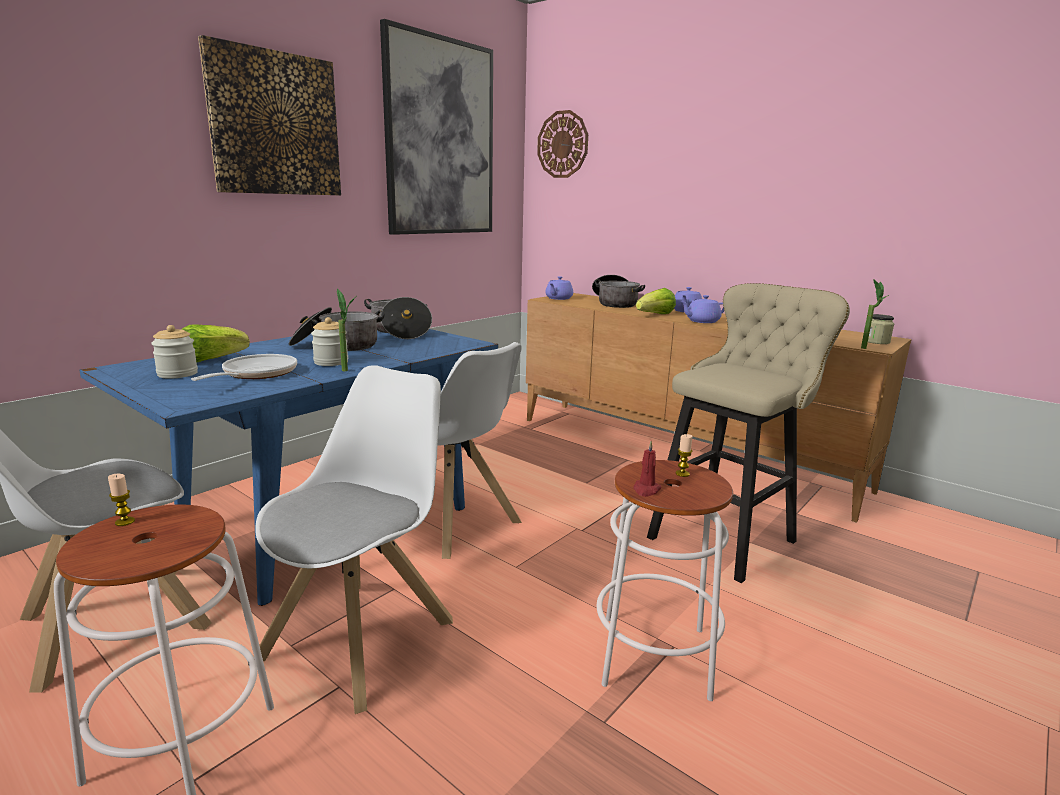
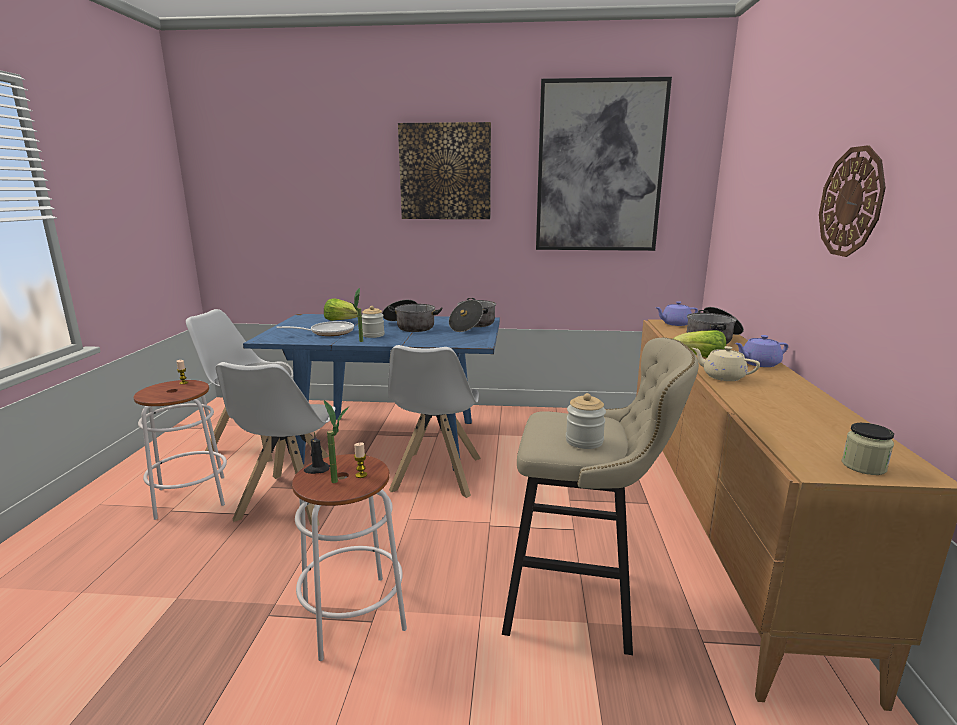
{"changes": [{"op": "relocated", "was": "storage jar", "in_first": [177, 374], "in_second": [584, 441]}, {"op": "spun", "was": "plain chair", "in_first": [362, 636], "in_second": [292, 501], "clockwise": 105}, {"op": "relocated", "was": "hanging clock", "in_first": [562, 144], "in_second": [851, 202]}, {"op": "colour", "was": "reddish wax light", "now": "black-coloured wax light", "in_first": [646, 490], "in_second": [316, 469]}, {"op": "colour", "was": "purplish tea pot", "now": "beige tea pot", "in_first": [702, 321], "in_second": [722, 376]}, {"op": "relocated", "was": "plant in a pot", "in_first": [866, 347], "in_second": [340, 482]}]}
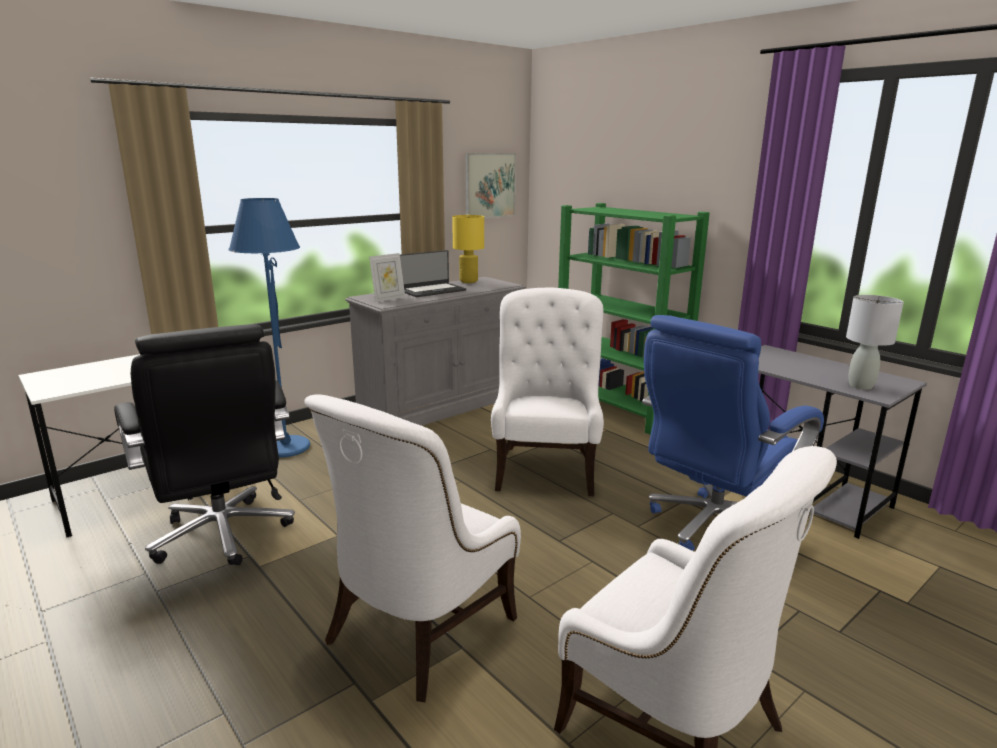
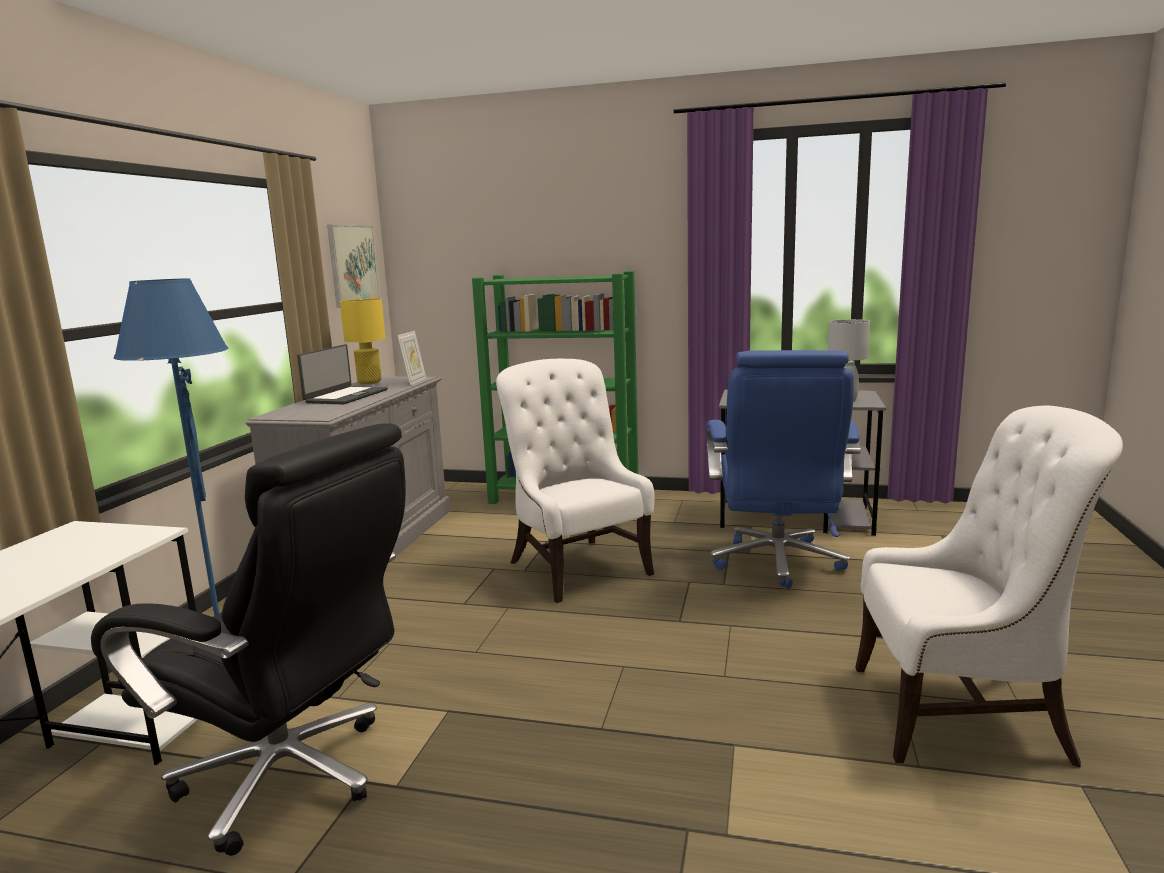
{"changes": [{"op": "missing", "was": "white plain chair", "in_first": [418, 630]}, {"op": "relocated", "was": "standing frame", "in_first": [388, 298], "in_second": [414, 382]}]}
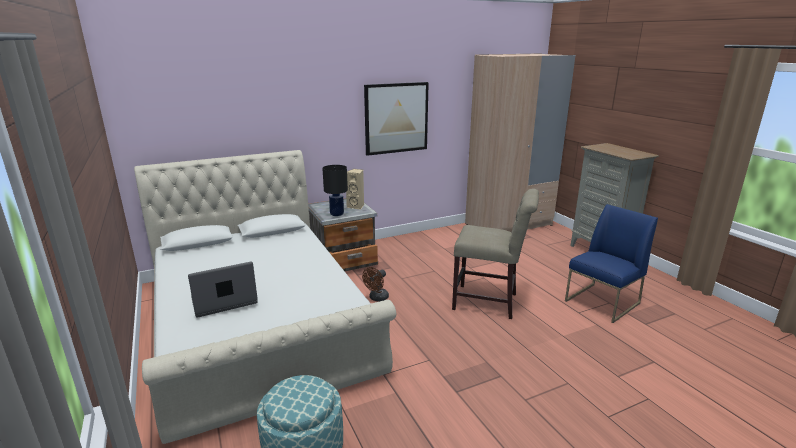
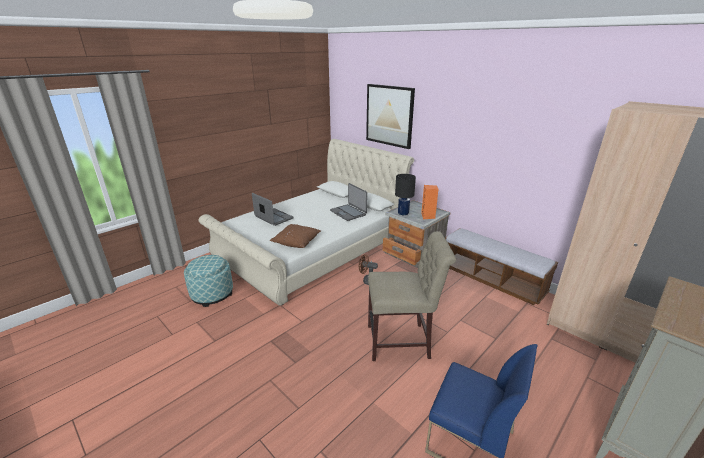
{"changes": [{"op": "colour", "was": "beige audio speaker", "now": "orange-coloured audio speaker", "in_first": [356, 206], "in_second": [428, 216]}, {"op": "relocated", "was": "wall picture", "in_first": [396, 118], "in_second": [389, 115]}, {"op": "spun", "was": "beige plain chair", "in_first": [489, 302], "in_second": [402, 342], "clockwise": -90}, {"op": "appeared", "now": "brown cushion", "in_second": [296, 241]}, {"op": "appeared", "now": "notebook computer", "in_second": [348, 213]}, {"op": "appeared", "now": "indoor bench", "in_second": [492, 279]}]}
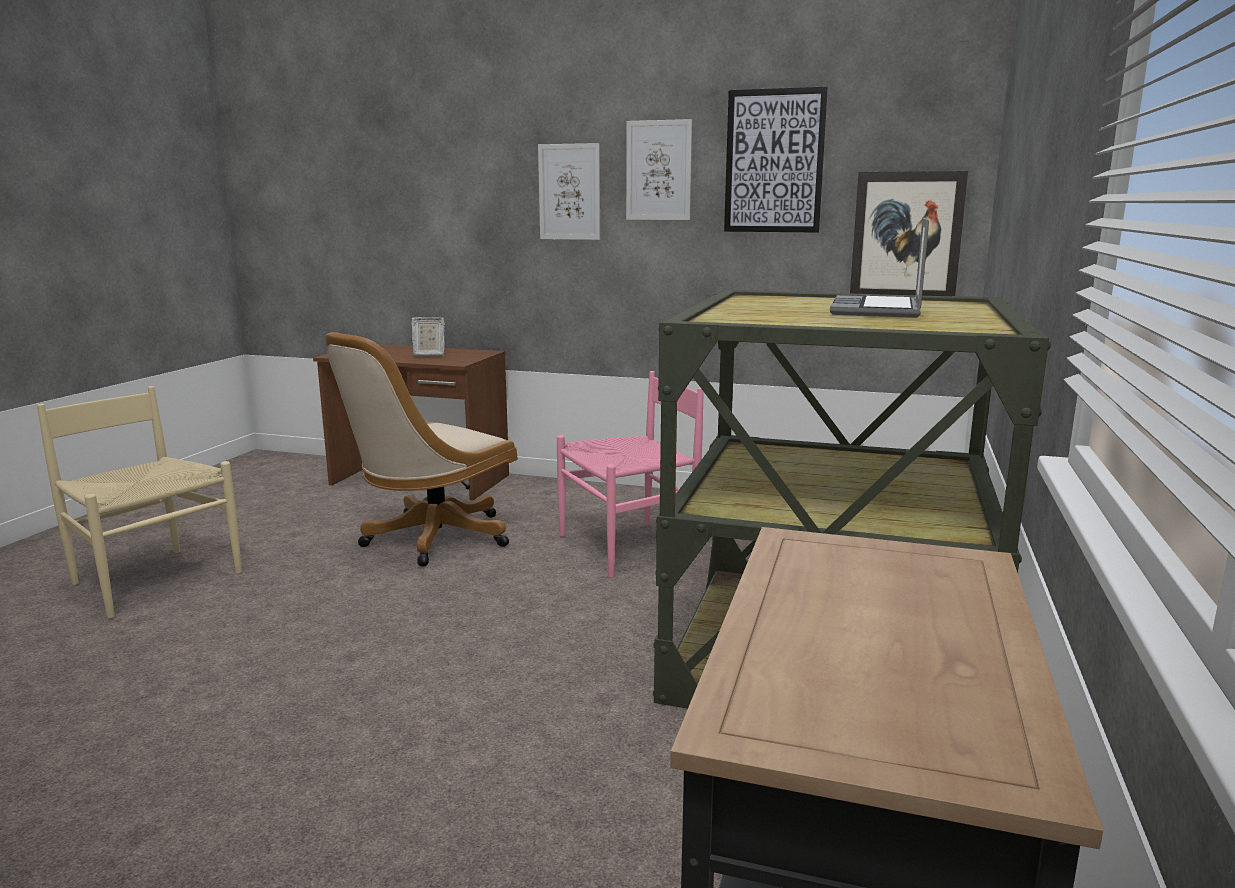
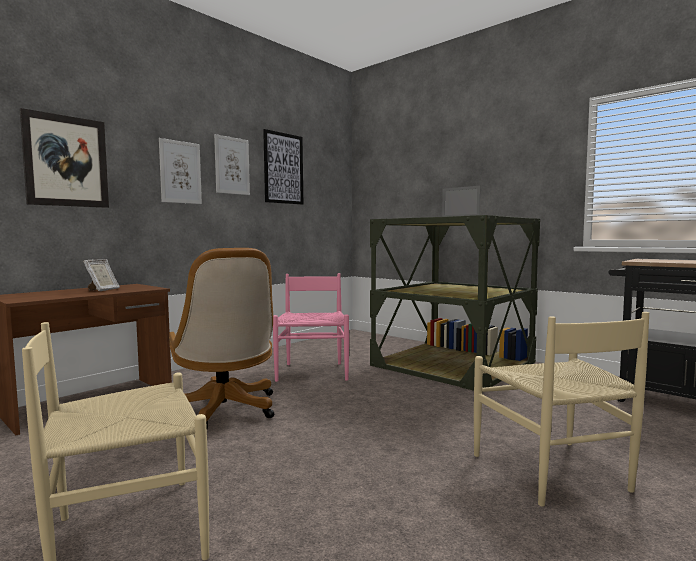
{"changes": [{"op": "relocated", "was": "wall picture", "in_first": [906, 236], "in_second": [66, 161]}, {"op": "appeared", "now": "beige plain chair", "in_second": [553, 473]}]}
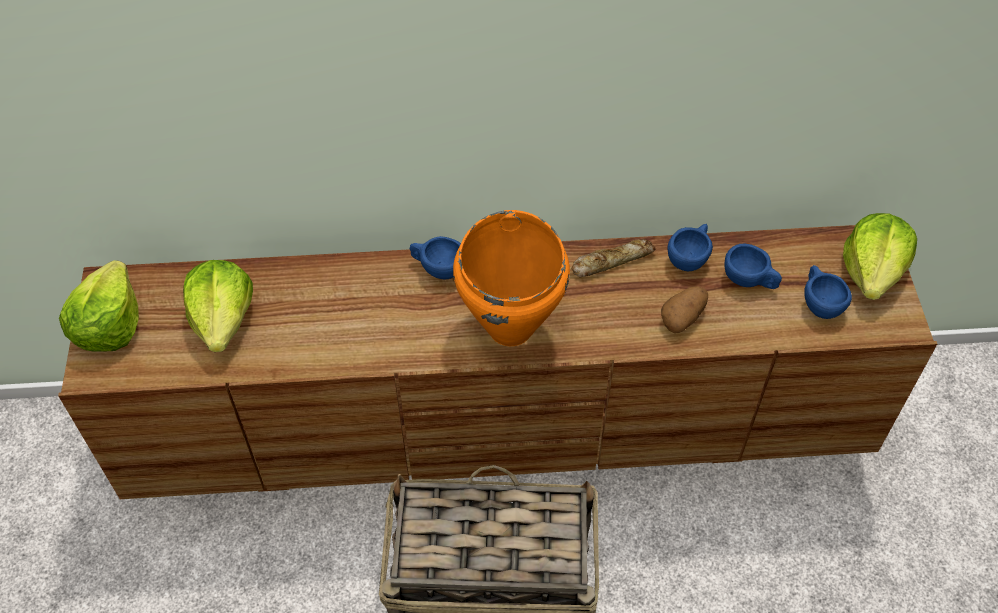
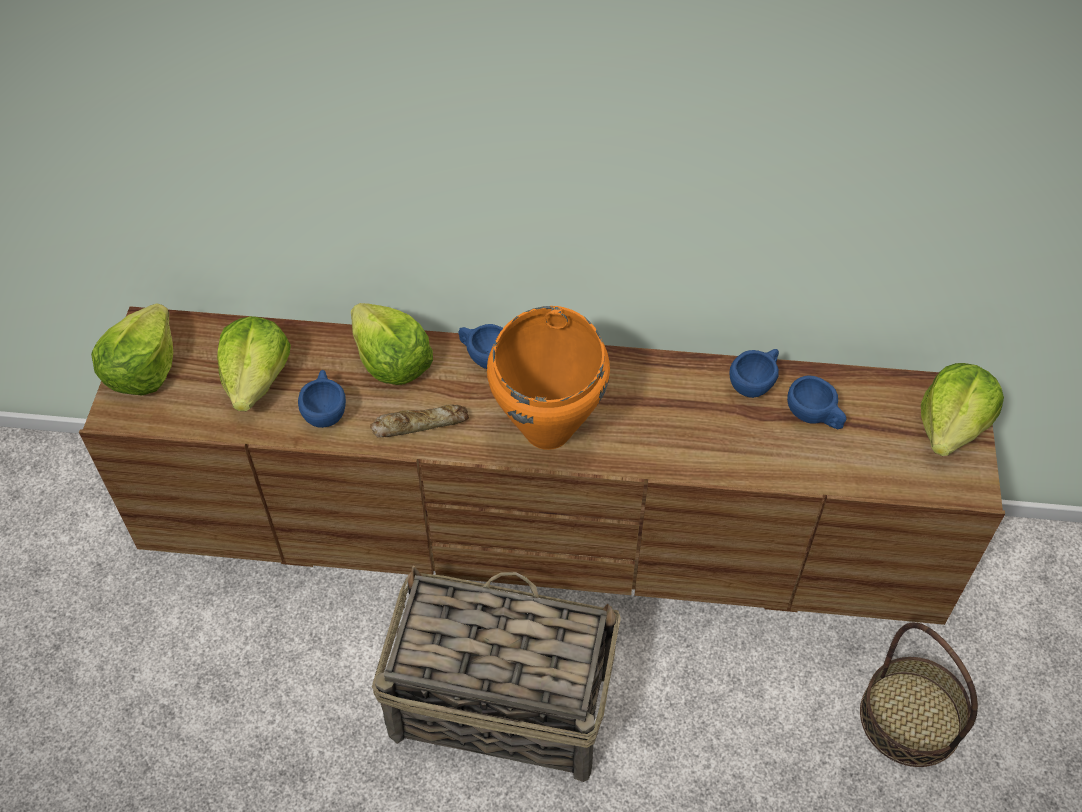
{"changes": [{"op": "relocated", "was": "bakery bread", "in_first": [611, 261], "in_second": [419, 424]}, {"op": "missing", "was": "spud", "in_first": [683, 317]}, {"op": "relocated", "was": "blue small cup", "in_first": [819, 302], "in_second": [325, 410]}, {"op": "appeared", "now": "head of lettuce", "in_second": [391, 361]}, {"op": "appeared", "now": "basket", "in_second": [911, 718]}]}
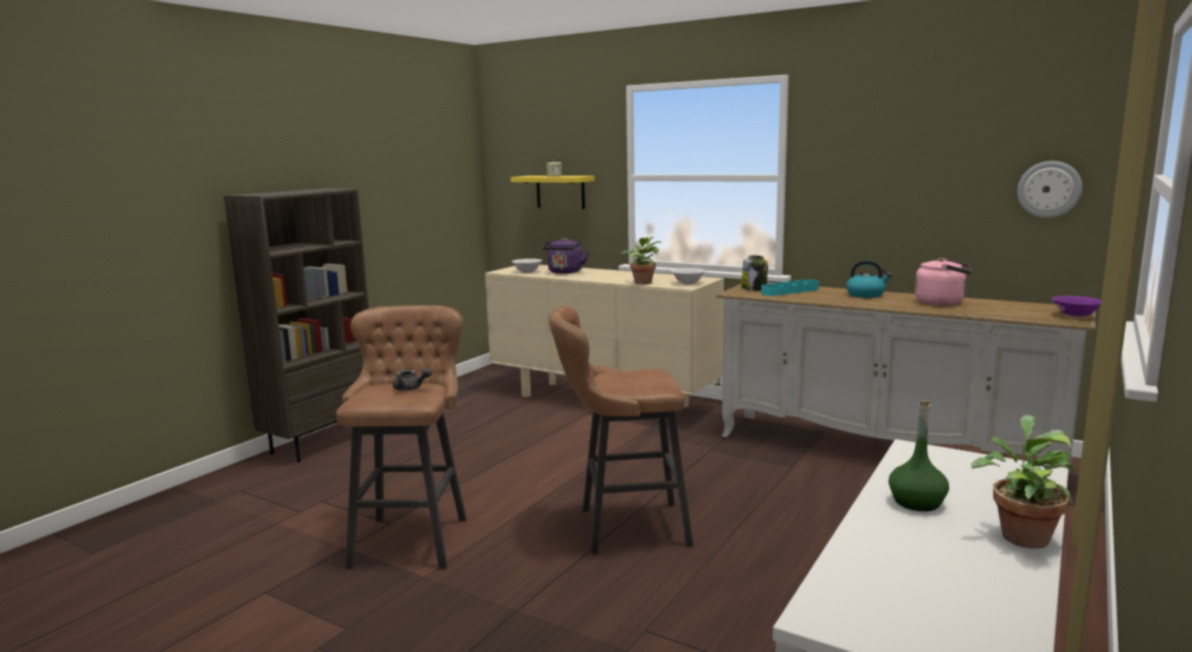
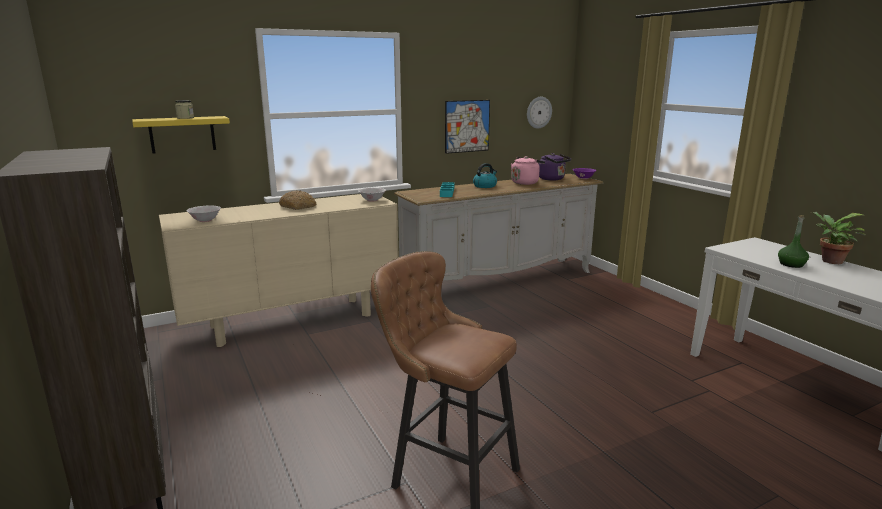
{"changes": [{"op": "missing", "was": "grey tea pot", "in_first": [411, 388]}, {"op": "relocated", "was": "purplish water kettle", "in_first": [565, 272], "in_second": [553, 179]}, {"op": "missing", "was": "brown stool", "in_first": [619, 528]}, {"op": "missing", "was": "plant in a pot", "in_first": [643, 282]}, {"op": "missing", "was": "storage jar", "in_first": [754, 288]}, {"op": "appeared", "now": "bakery bread", "in_second": [298, 206]}, {"op": "appeared", "now": "wall picture", "in_second": [467, 126]}]}
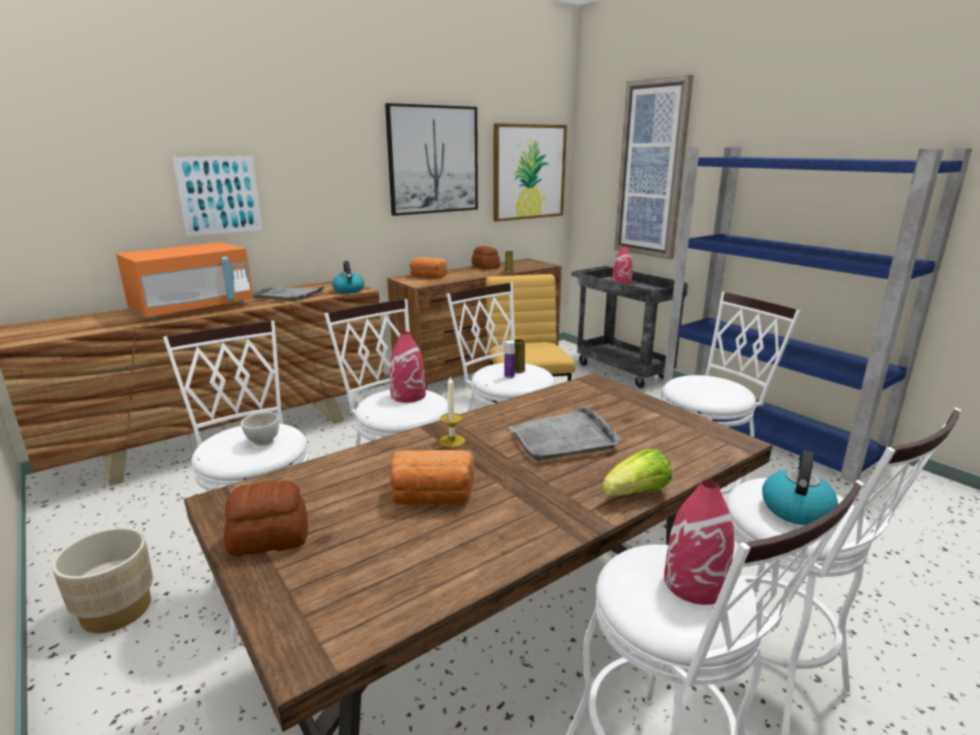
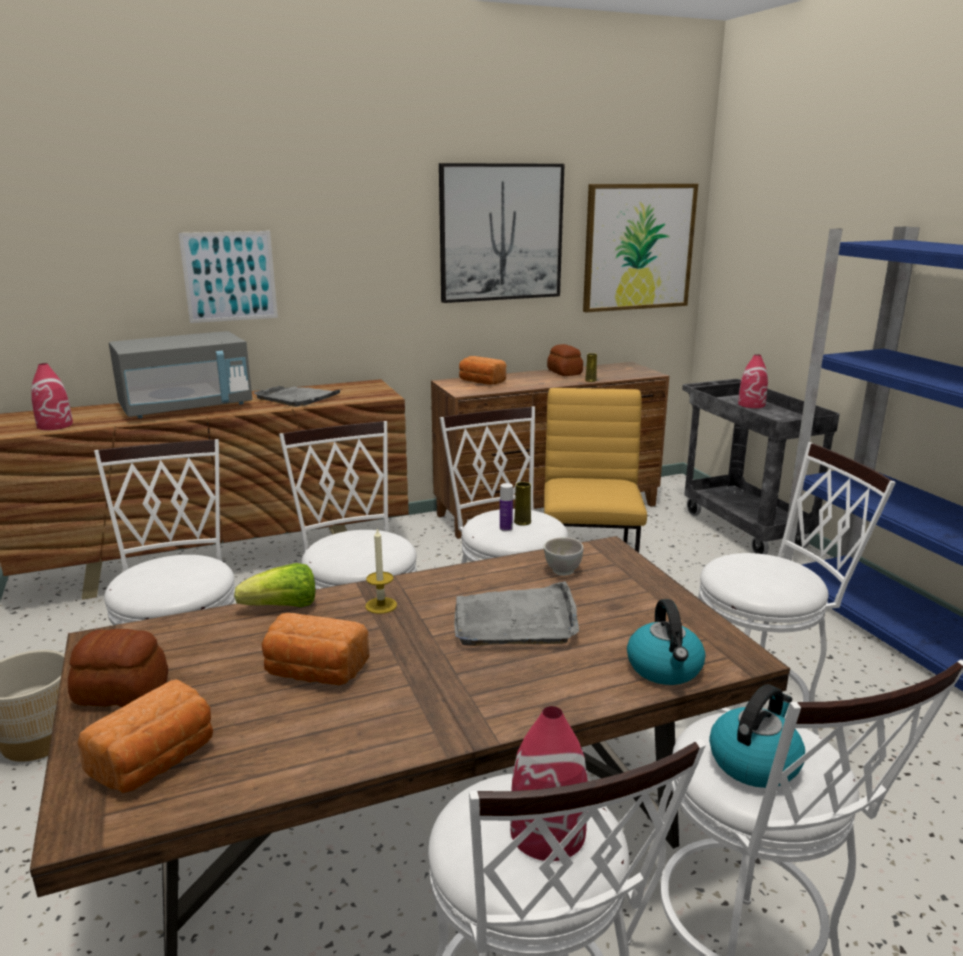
{"changes": [{"op": "colour", "was": "orange-coloured microwave", "now": "grey microwave", "in_first": [194, 309], "in_second": [187, 408]}, {"op": "relocated", "was": "white deep dish", "in_first": [263, 442], "in_second": [562, 571]}, {"op": "relocated", "was": "water kettle", "in_first": [349, 290], "in_second": [665, 668]}, {"op": "relocated", "was": "reddish vase", "in_first": [408, 395], "in_second": [55, 425]}, {"op": "relocated", "was": "head of lettuce", "in_first": [637, 493], "in_second": [282, 607]}, {"op": "missing", "was": "wall picture", "in_first": [651, 170]}, {"op": "appeared", "now": "bakery bread", "in_second": [157, 761]}]}
